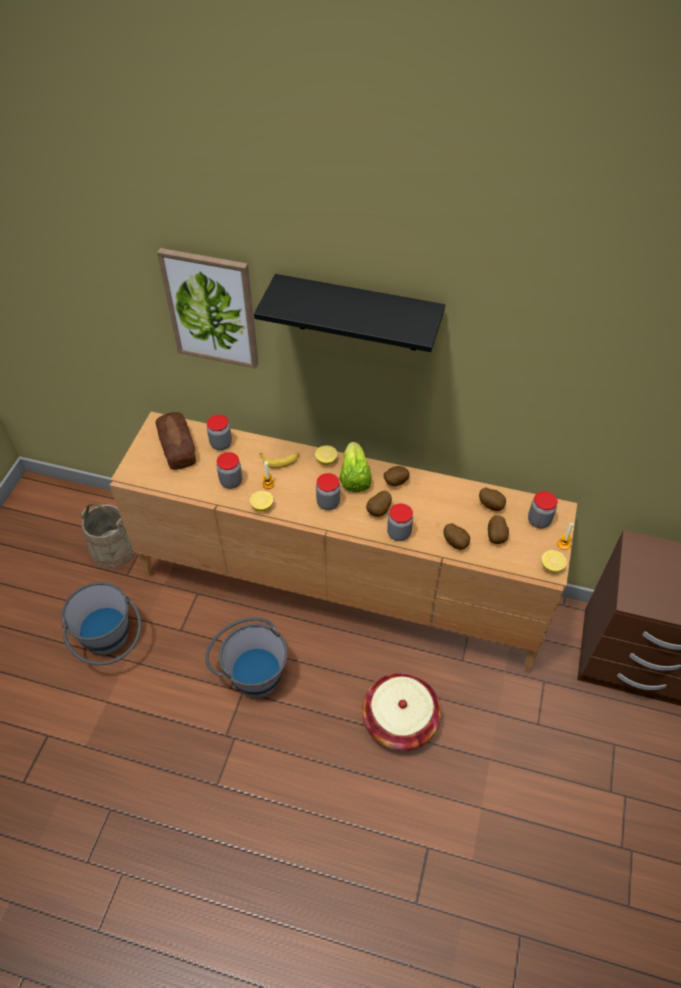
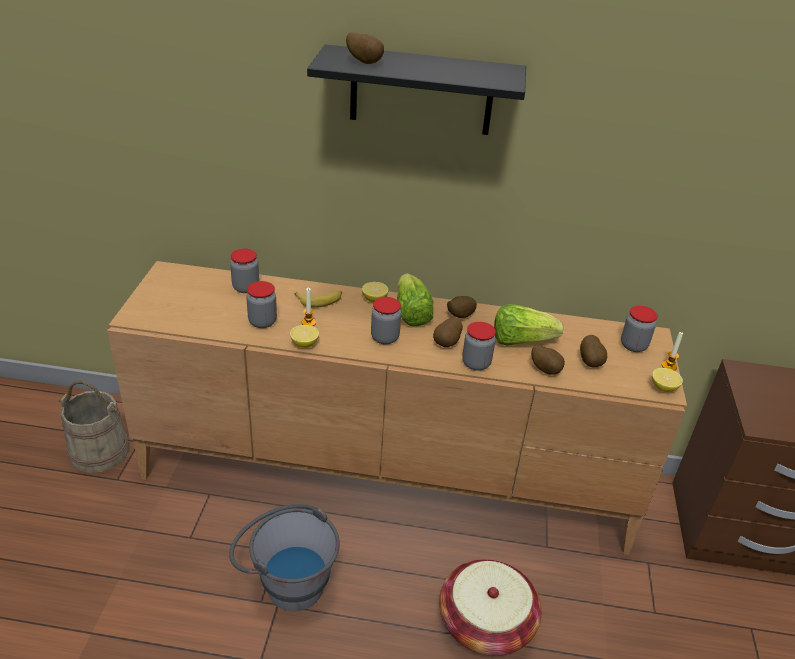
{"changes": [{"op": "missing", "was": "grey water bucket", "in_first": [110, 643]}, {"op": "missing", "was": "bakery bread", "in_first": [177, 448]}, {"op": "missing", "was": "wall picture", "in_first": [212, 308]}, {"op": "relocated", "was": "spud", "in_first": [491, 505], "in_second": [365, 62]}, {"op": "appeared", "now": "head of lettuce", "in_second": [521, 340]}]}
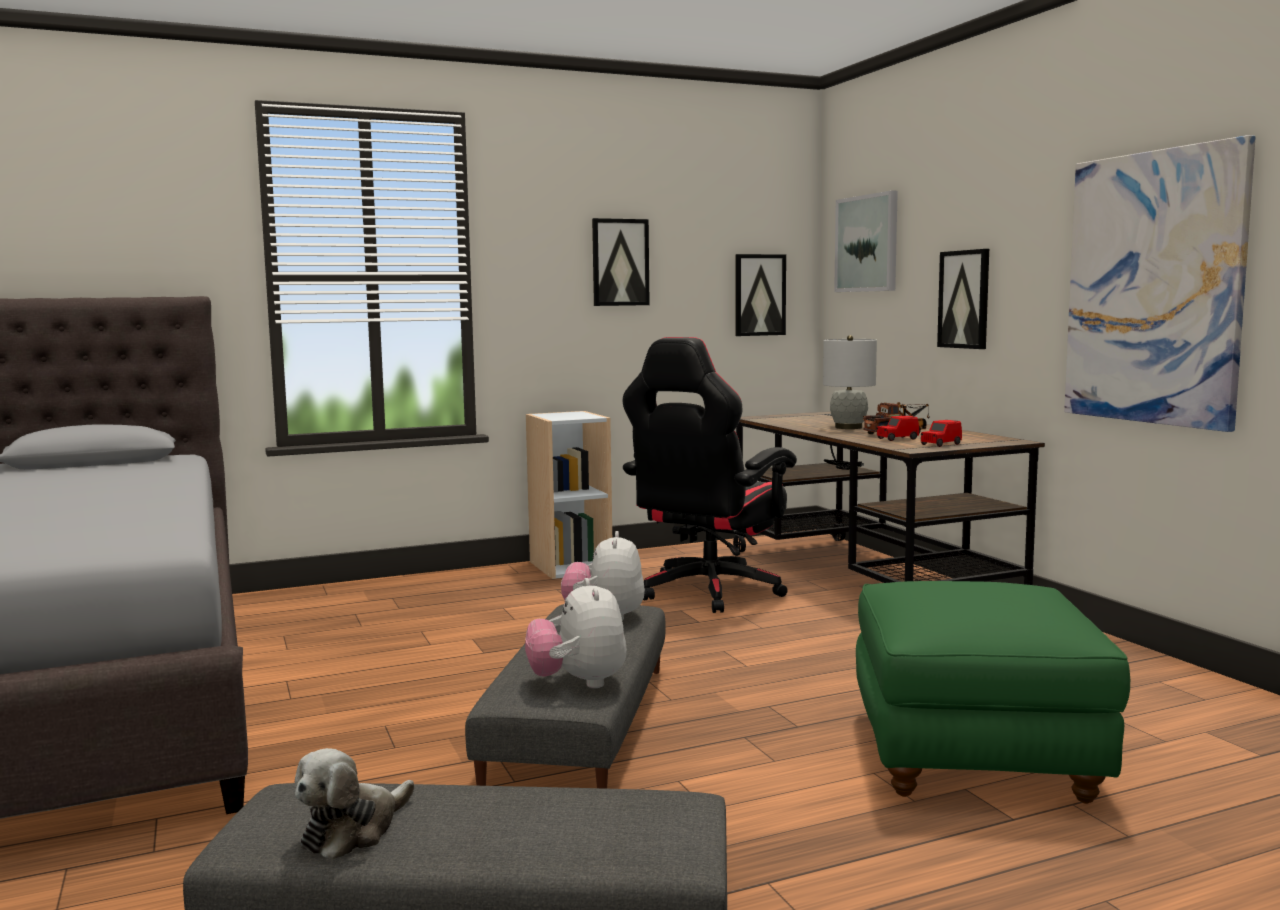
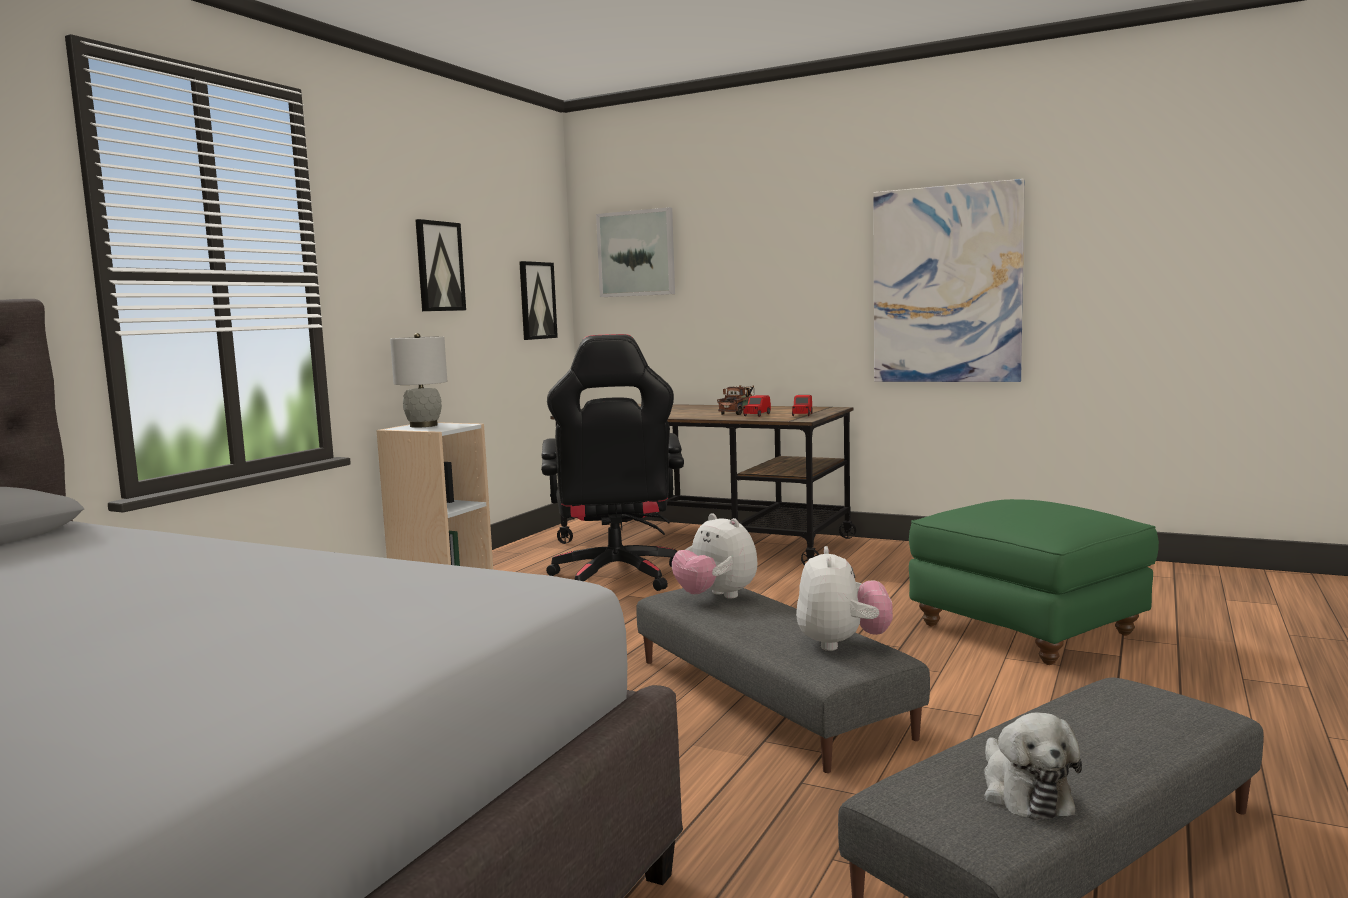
{"changes": [{"op": "spun", "was": "soft toy", "in_first": [578, 683], "in_second": [842, 644], "clockwise": -120}, {"op": "relocated", "was": "white lamp for a table", "in_first": [848, 427], "in_second": [424, 425]}, {"op": "missing", "was": "wall picture", "in_first": [964, 299]}]}
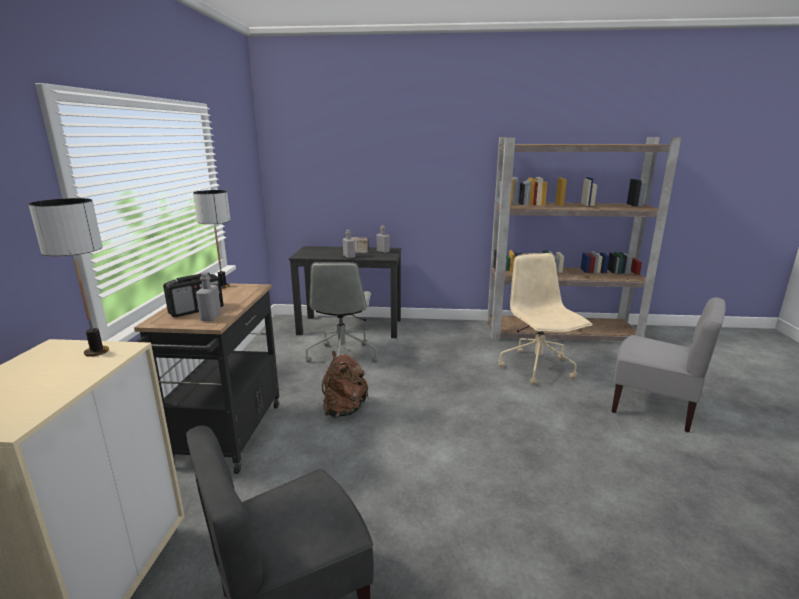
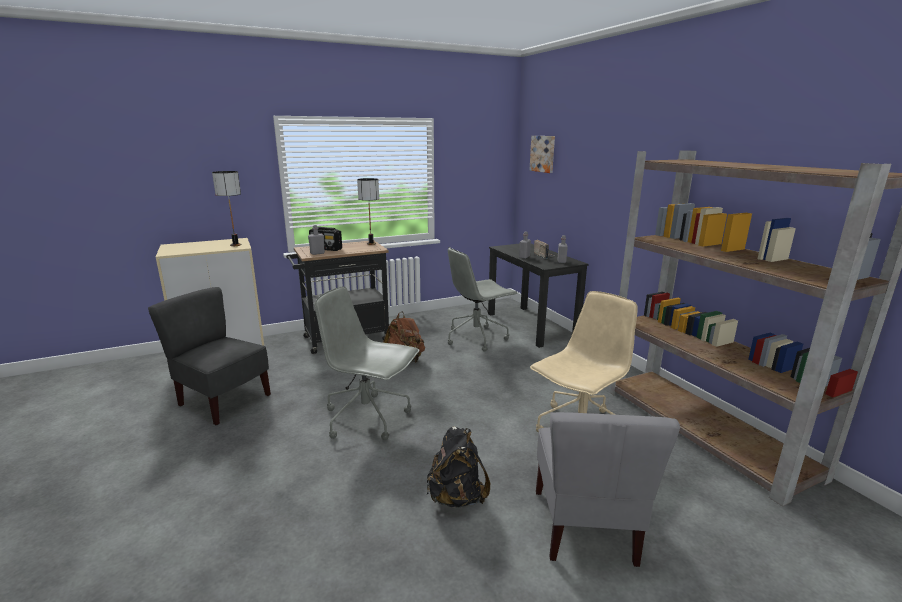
{"changes": [{"op": "appeared", "now": "grey desk chair", "in_second": [370, 419]}, {"op": "appeared", "now": "black-coloured rucksack", "in_second": [456, 497]}, {"op": "appeared", "now": "wall picture", "in_second": [543, 154]}]}
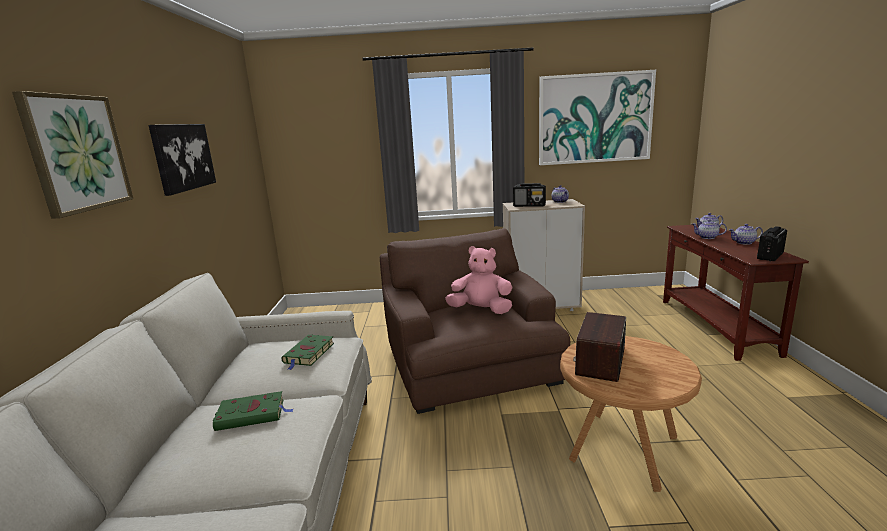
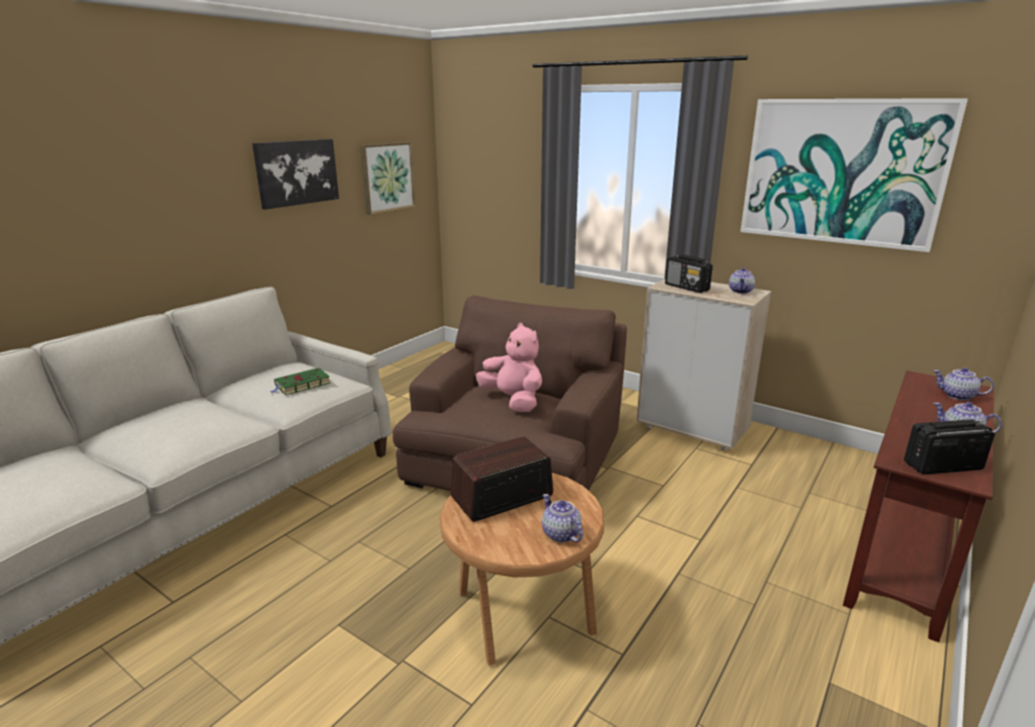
{"changes": [{"op": "relocated", "was": "wall picture", "in_first": [77, 153], "in_second": [387, 177]}, {"op": "missing", "was": "green book", "in_first": [253, 414]}, {"op": "relocated", "was": "tea pot", "in_first": [707, 237], "in_second": [560, 534]}]}
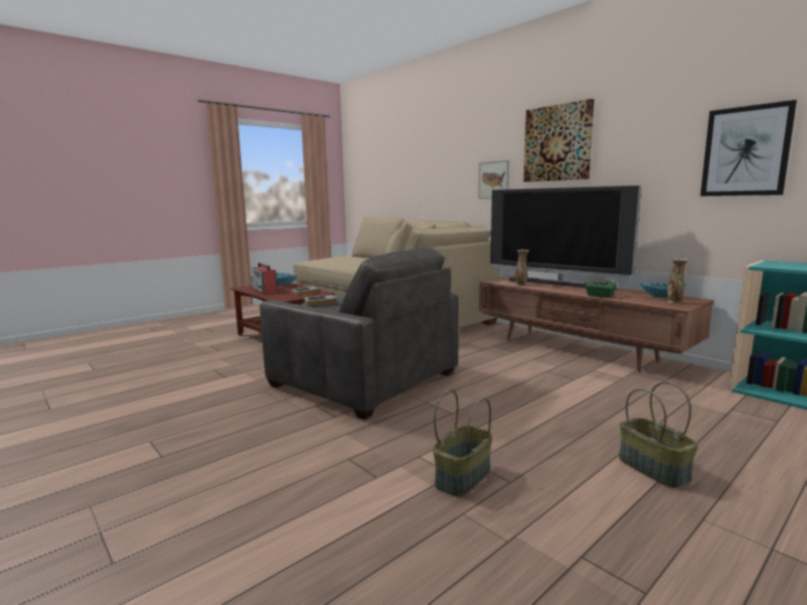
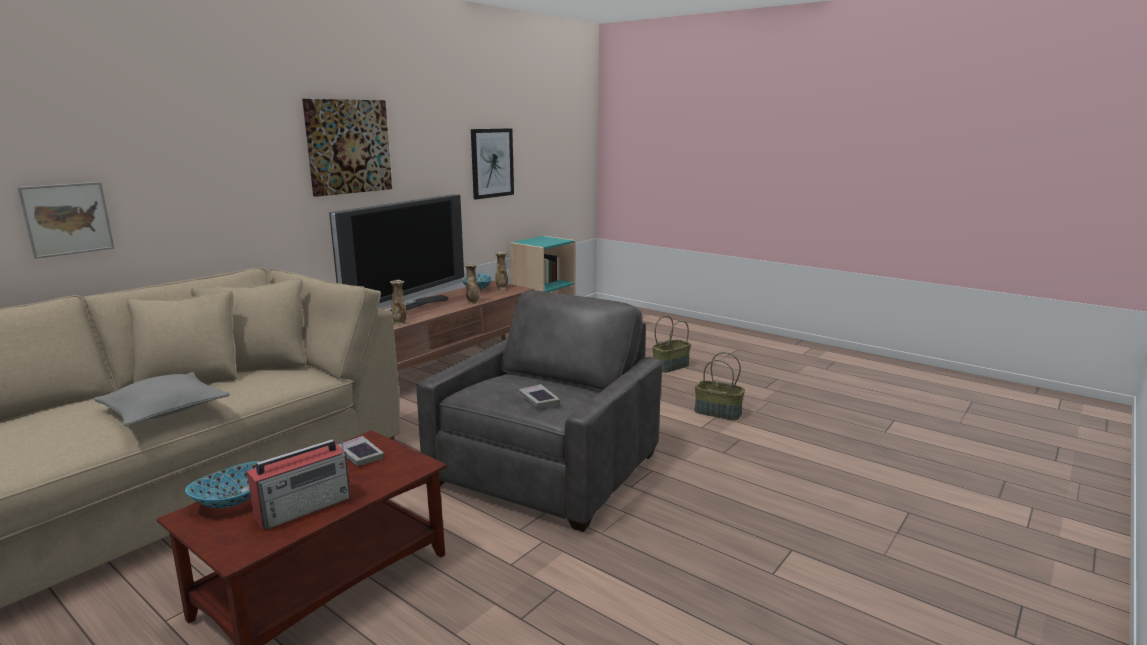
{"changes": [{"op": "relocated", "was": "wall picture", "in_first": [493, 180], "in_second": [67, 219]}, {"op": "exchanged", "was": "green tissue box", "now": "vase", "in_first": [599, 296], "in_second": [472, 302]}, {"op": "appeared", "now": "grey cushion", "in_second": [164, 410]}]}
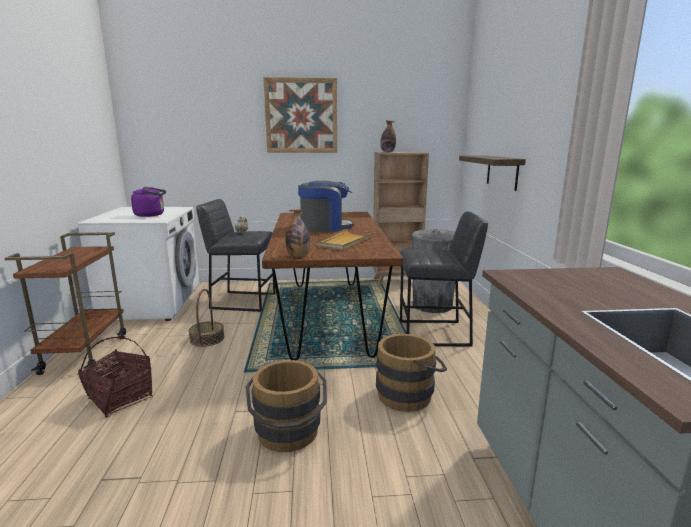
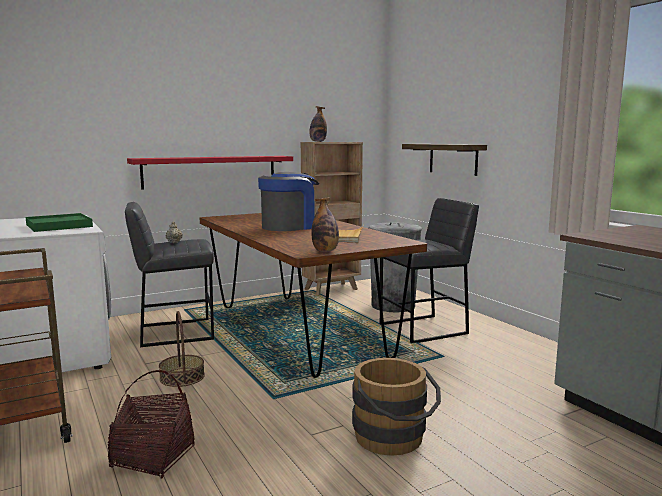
{"changes": [{"op": "exchanged", "was": "purplish water kettle", "now": "green carrying tray", "in_first": [151, 215], "in_second": [59, 226]}, {"op": "missing", "was": "wall picture", "in_first": [301, 116]}, {"op": "missing", "was": "brown water bucket", "in_first": [409, 394]}, {"op": "appeared", "now": "reddish wall shelf", "in_second": [210, 171]}]}
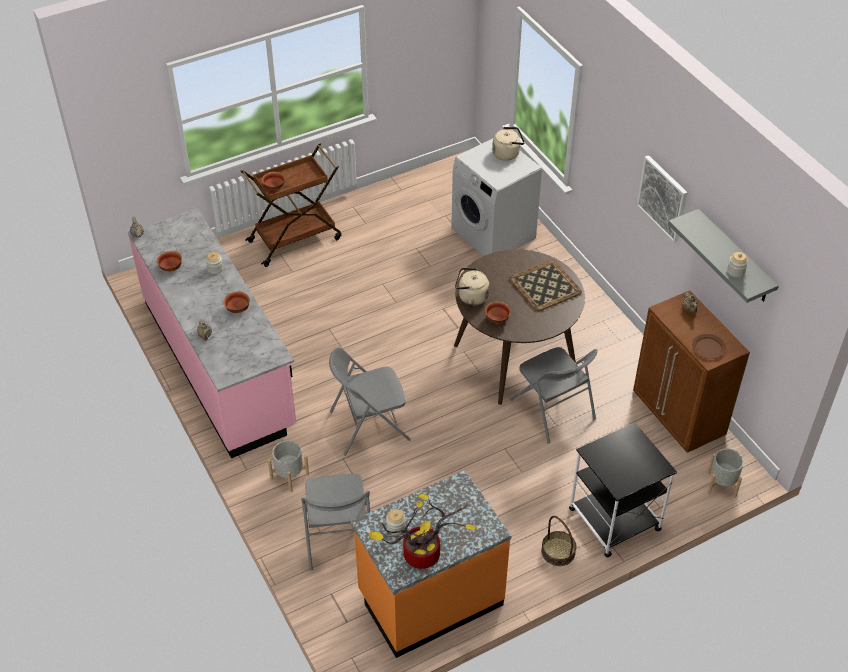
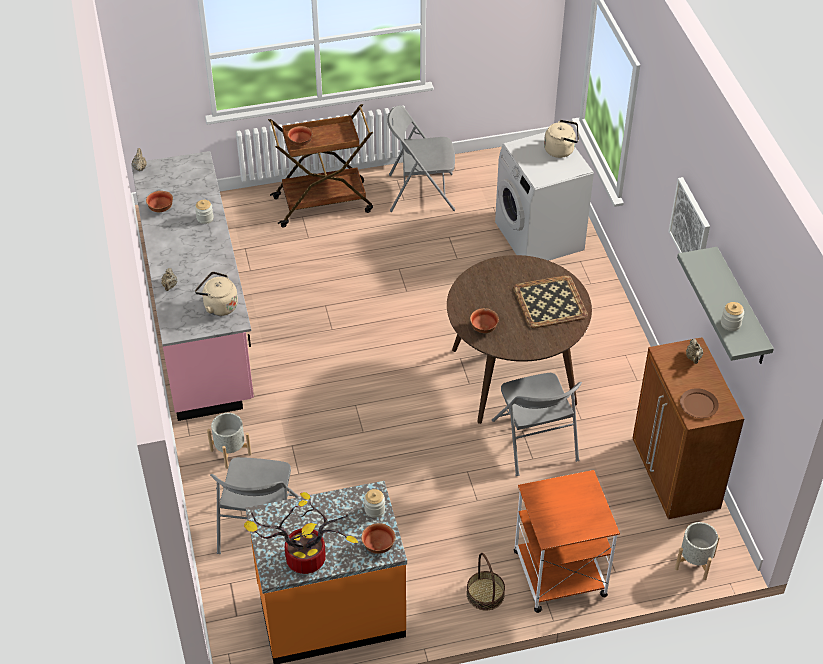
{"changes": [{"op": "relocated", "was": "deep dish", "in_first": [237, 309], "in_second": [378, 546]}, {"op": "relocated", "was": "grey plain chair", "in_first": [369, 425], "in_second": [421, 192]}, {"op": "relocated", "was": "storage jar", "in_first": [396, 528], "in_second": [374, 509]}, {"op": "relocated", "was": "beige water kettle", "in_first": [471, 297], "in_second": [218, 306]}, {"op": "colour", "was": "black-coloured trolley", "now": "orange-coloured trolley", "in_first": [613, 520], "in_second": [558, 574]}]}
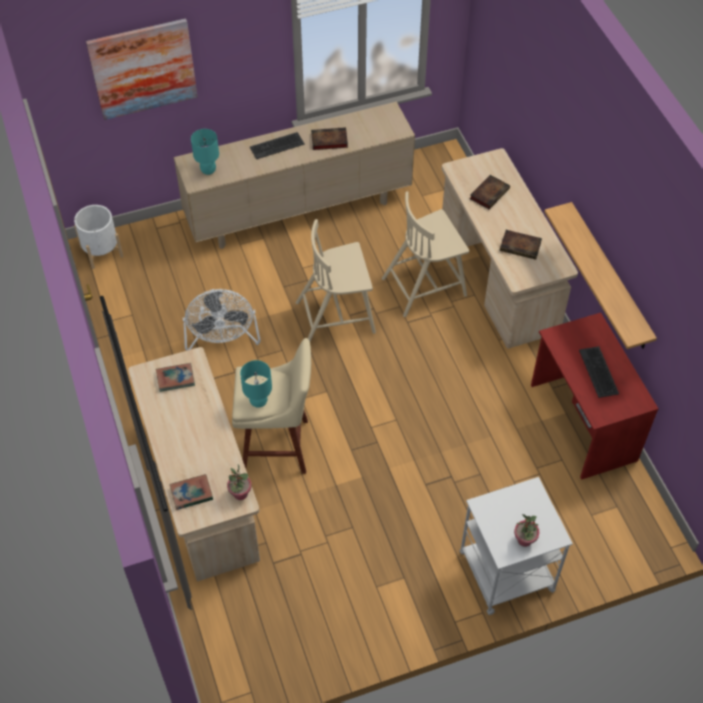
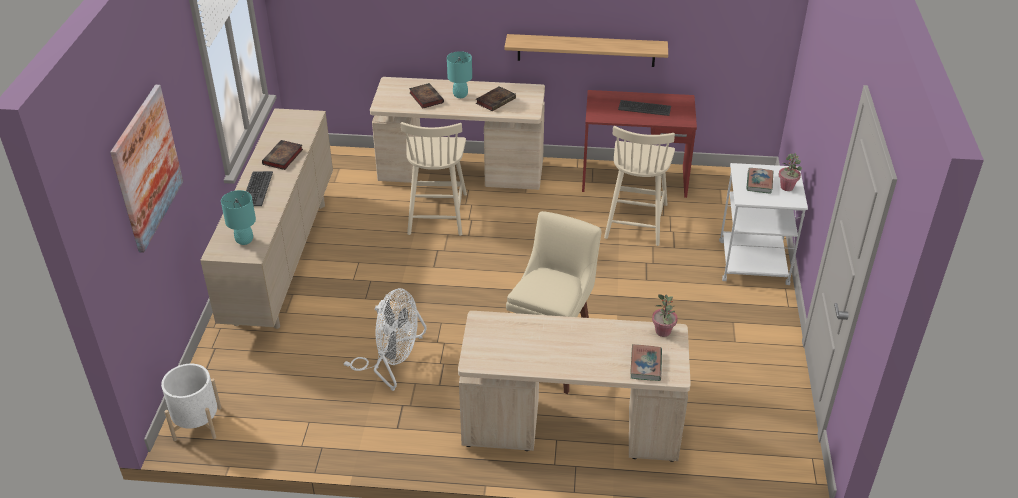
{"changes": [{"op": "relocated", "was": "book", "in_first": [175, 378], "in_second": [759, 183]}, {"op": "relocated", "was": "blue-green lamp for a table", "in_first": [258, 401], "in_second": [460, 96]}, {"op": "relocated", "was": "beige plain chair", "in_first": [337, 316], "in_second": [635, 220]}]}
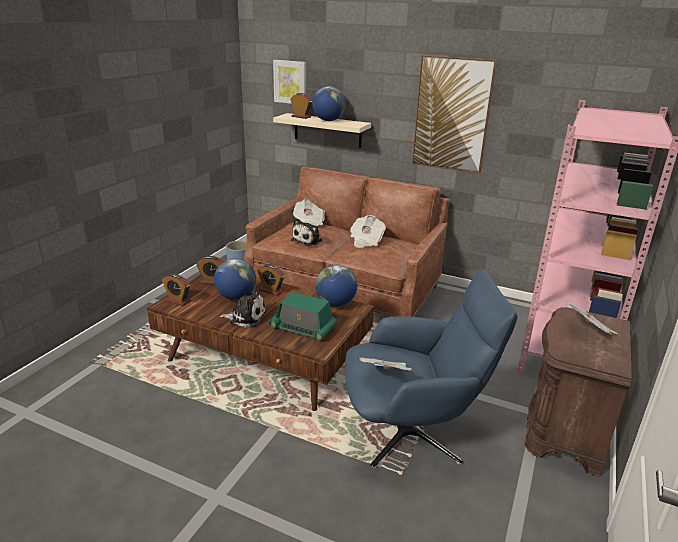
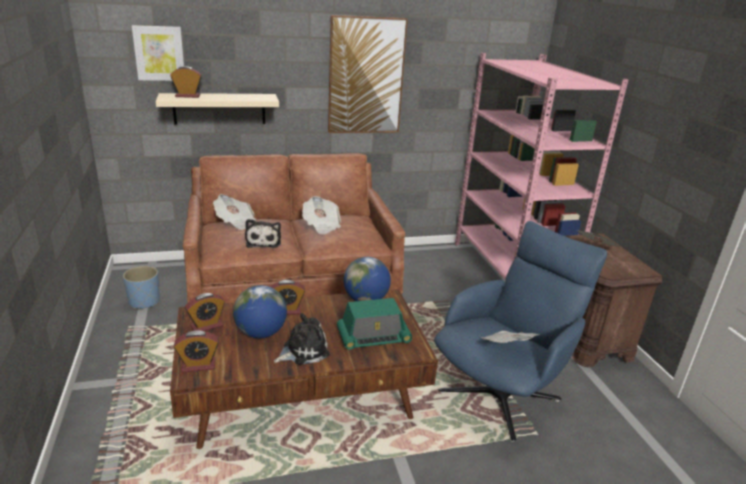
{"changes": [{"op": "missing", "was": "desk globe", "in_first": [328, 120]}]}
